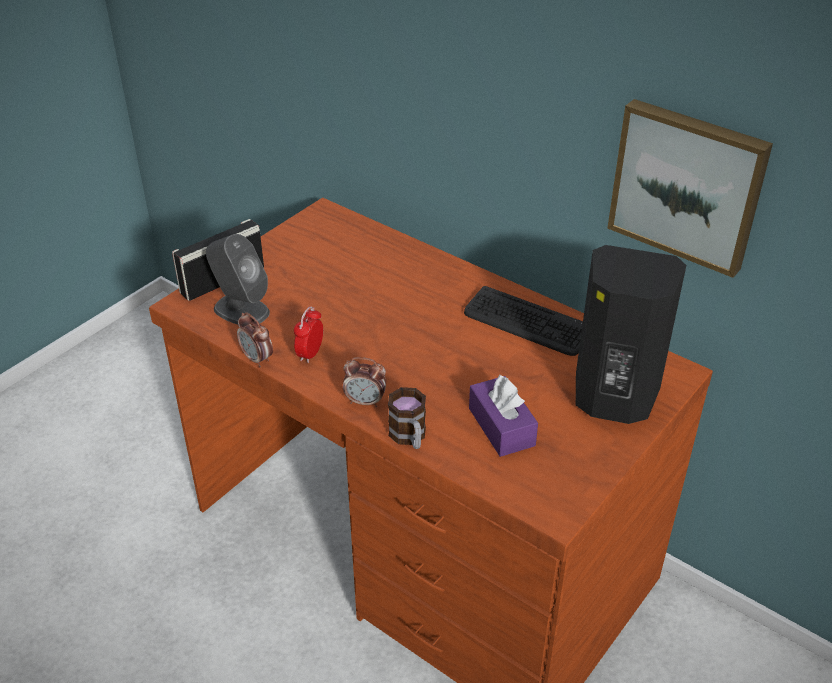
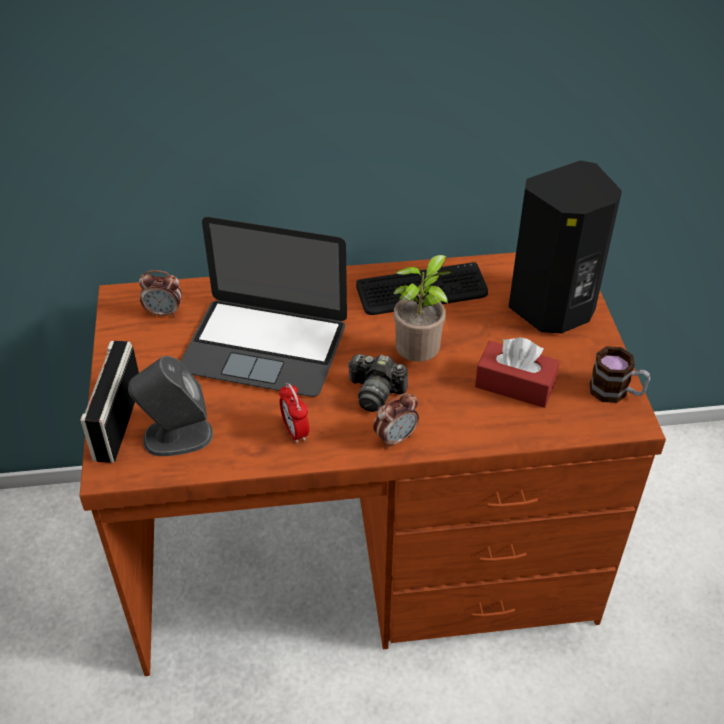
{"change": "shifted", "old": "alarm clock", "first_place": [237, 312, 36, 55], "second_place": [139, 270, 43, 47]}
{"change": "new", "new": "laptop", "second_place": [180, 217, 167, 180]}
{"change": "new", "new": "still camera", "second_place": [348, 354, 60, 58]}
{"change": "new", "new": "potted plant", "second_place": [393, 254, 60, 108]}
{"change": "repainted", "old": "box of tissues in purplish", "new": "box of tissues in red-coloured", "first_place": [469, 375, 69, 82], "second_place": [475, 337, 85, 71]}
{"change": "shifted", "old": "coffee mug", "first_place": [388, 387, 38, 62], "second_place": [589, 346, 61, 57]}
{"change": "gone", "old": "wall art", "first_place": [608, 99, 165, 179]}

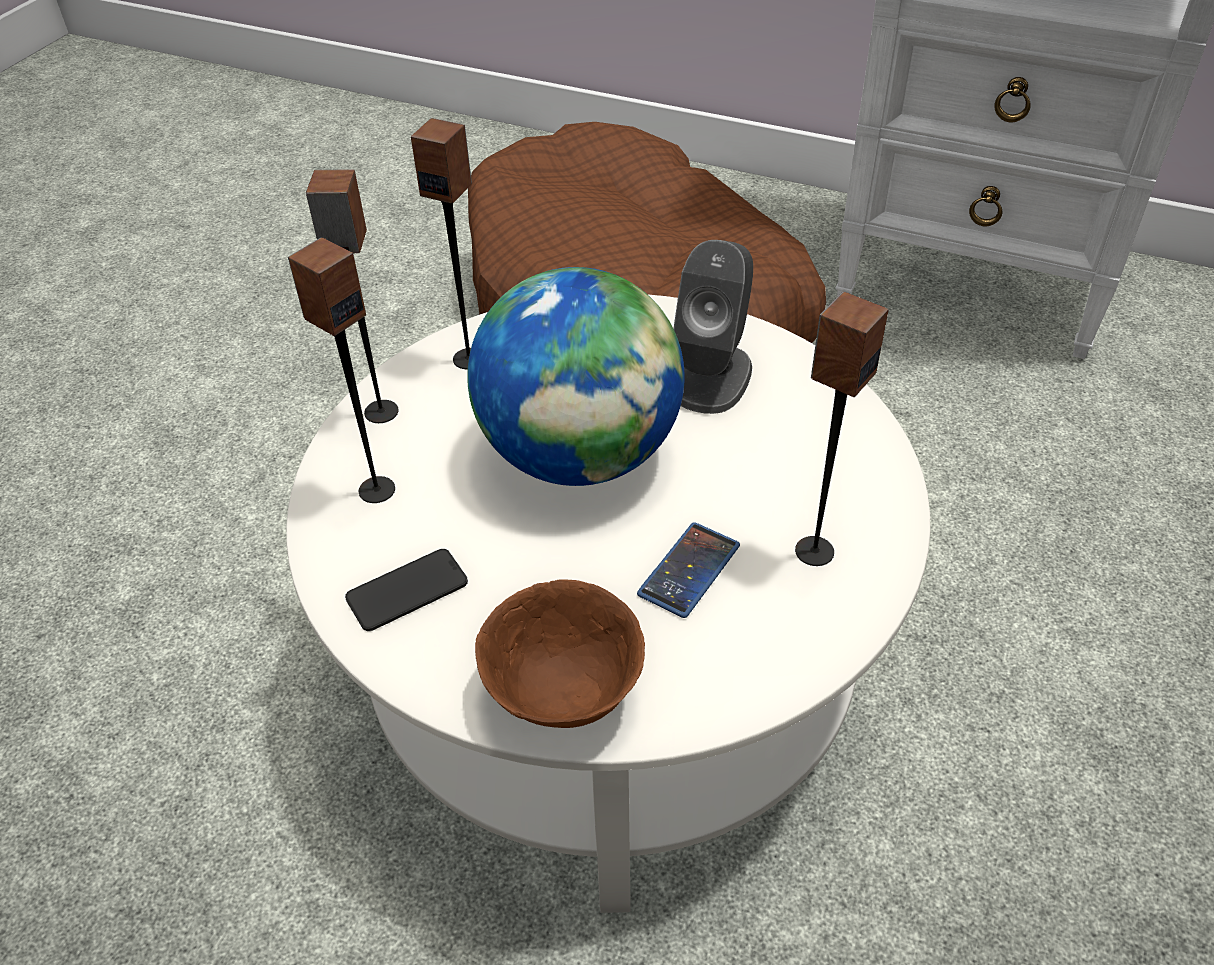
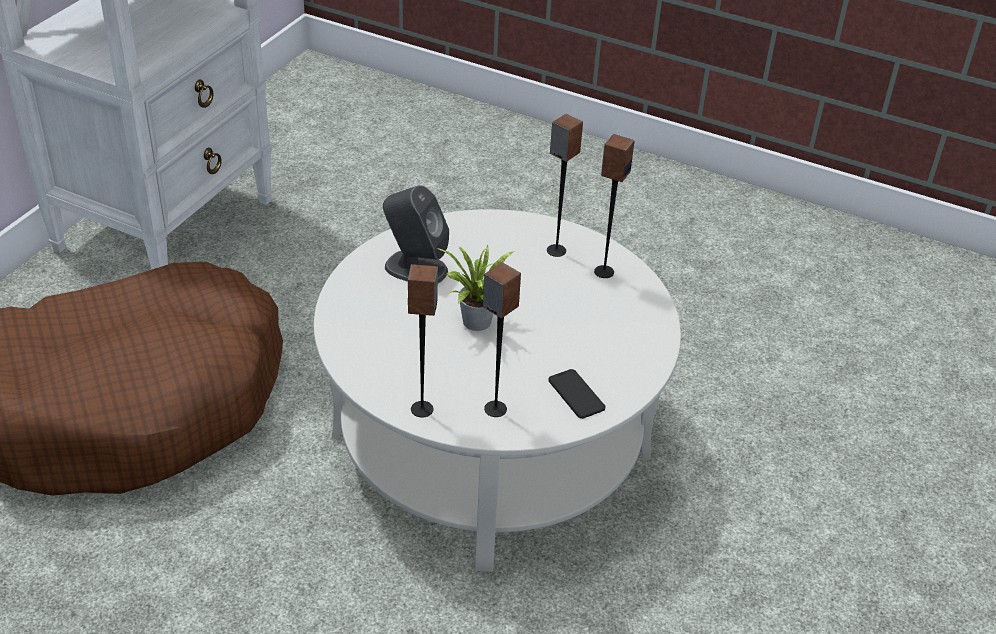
{"change": "swapped", "old": "globe", "new": "potted plant", "first_place": [467, 267, 218, 219], "second_place": [436, 244, 77, 87]}
{"change": "shifted", "old": "loudspeaker", "first_place": [411, 118, 61, 251], "second_place": [594, 134, 41, 144]}
{"change": "gone", "old": "deep dish in brown", "first_place": [475, 580, 170, 148]}
{"change": "gone", "old": "telephone", "first_place": [637, 522, 103, 96]}

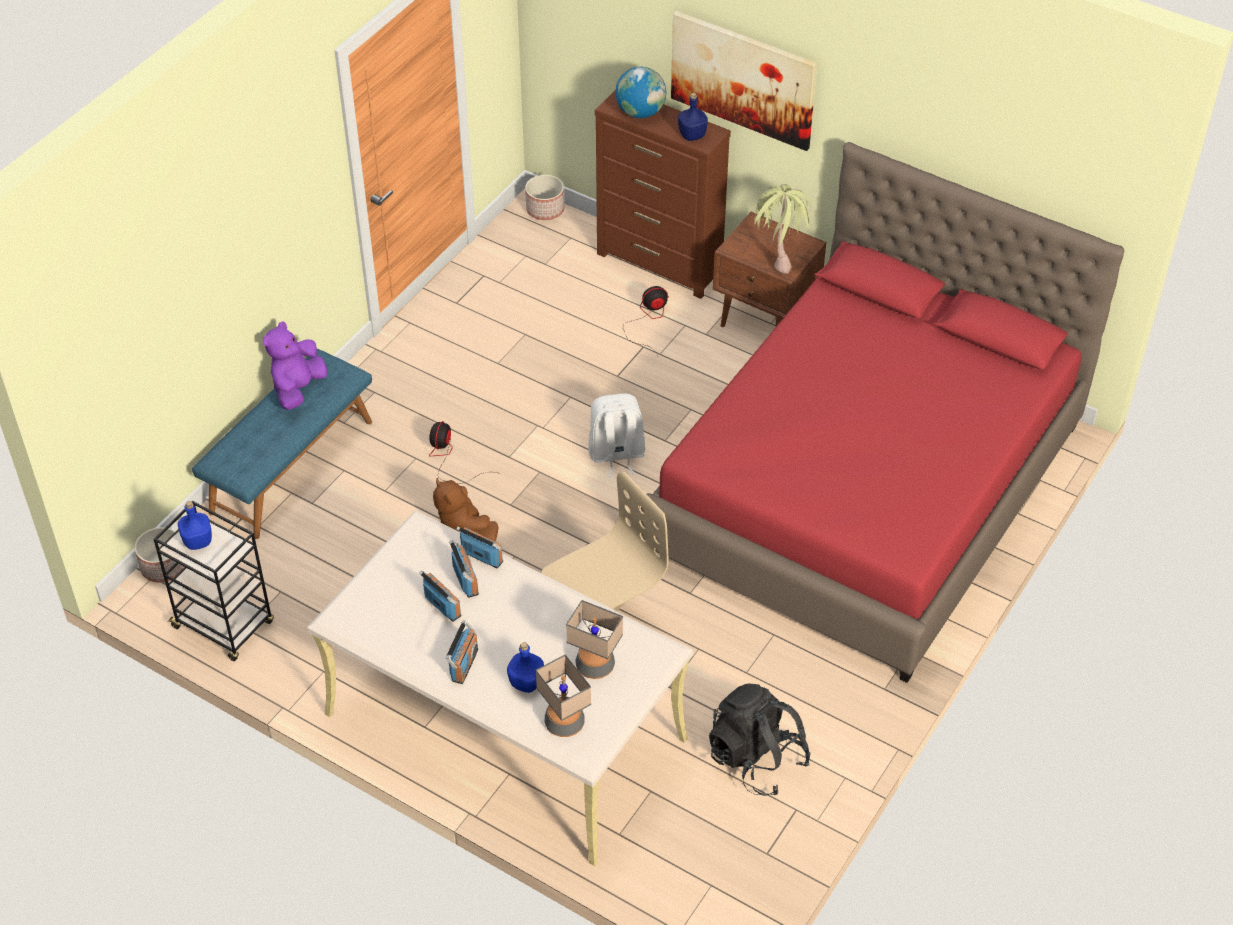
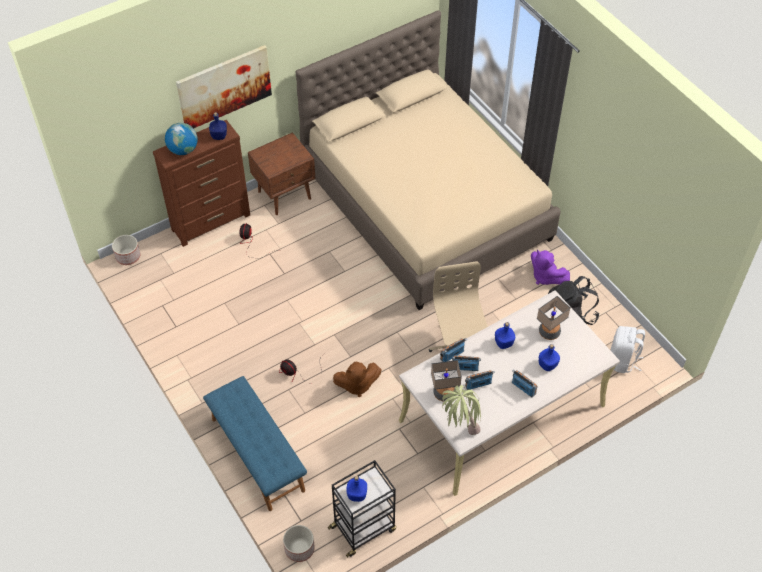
{"change": "repainted", "old": "bedroom bed in red-coloured", "new": "bedroom bed in beige-coloured", "first_place": [641, 142, 483, 541], "second_place": [296, 10, 265, 300]}
{"change": "shifted", "old": "table lamp", "first_place": [536, 655, 55, 82], "second_place": [431, 360, 31, 41]}
{"change": "shifted", "old": "potted plant", "first_place": [751, 184, 60, 90], "second_place": [442, 385, 39, 50]}
{"change": "new", "new": "beverage bottle in blue-coloured", "second_place": [495, 322, 20, 27]}
{"change": "shifted", "old": "cuddly toy in purplish", "first_place": [263, 321, 64, 89], "second_place": [531, 250, 39, 35]}
{"change": "shifted", "old": "rucksack in white", "first_place": [588, 393, 57, 85], "second_place": [611, 326, 34, 47]}

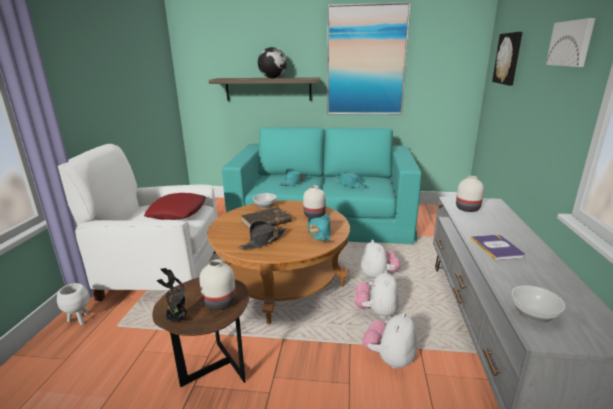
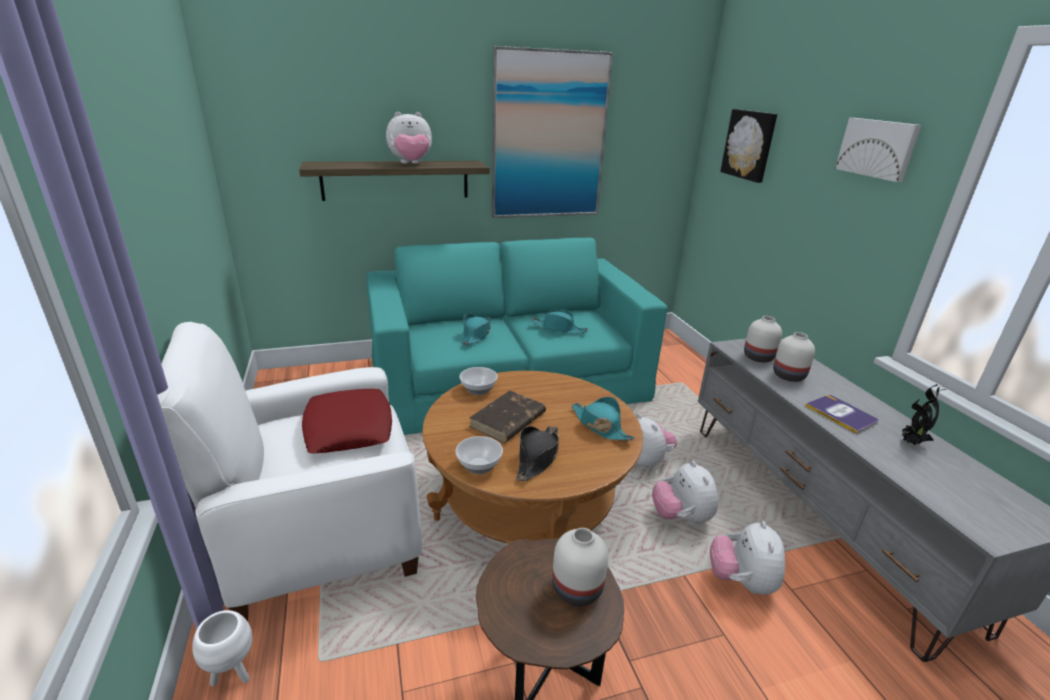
{"change": "swapped", "old": "globe", "new": "cuddly toy", "first_place": [258, 47, 29, 31], "second_place": [386, 112, 46, 52]}
{"change": "shifted", "old": "deep dish", "first_place": [512, 285, 53, 38], "second_place": [455, 436, 48, 38]}
{"change": "shifted", "old": "vase in white", "first_place": [303, 185, 23, 34], "second_place": [773, 332, 42, 50]}
{"change": "shifted", "old": "potted plant", "first_place": [157, 268, 30, 55], "second_place": [900, 384, 46, 61]}

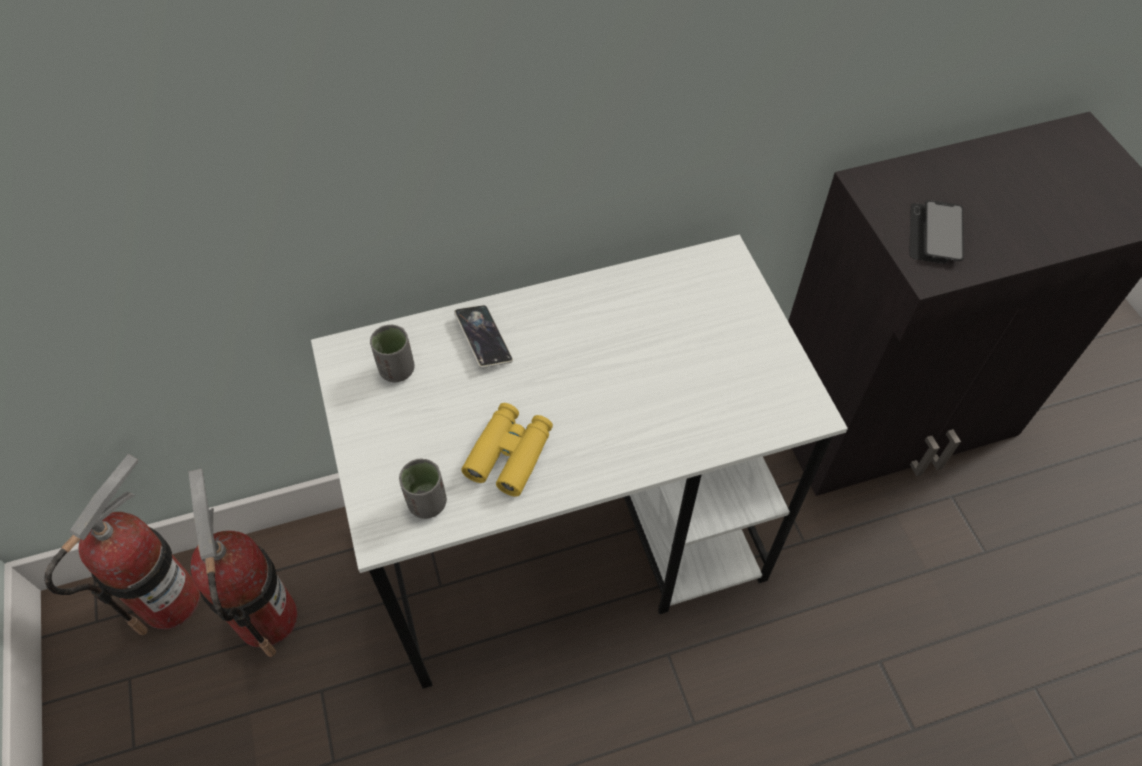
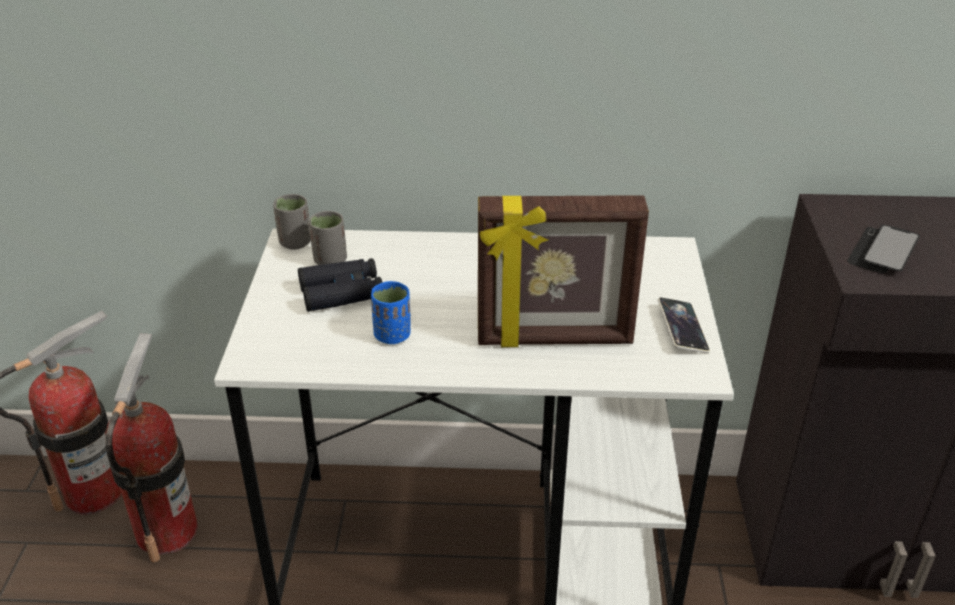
{"change": "shifted", "old": "small cup in grey", "first_place": [399, 459, 48, 60], "second_place": [273, 194, 38, 56]}
{"change": "new", "new": "binoculars in black", "second_place": [298, 258, 85, 54]}
{"change": "swapped", "old": "binoculars in yellow", "new": "small cup in blue-coloured", "first_place": [461, 403, 92, 94], "second_place": [371, 281, 40, 63]}
{"change": "new", "new": "picture frame", "second_place": [478, 195, 171, 152]}
{"change": "shifted", "old": "telephone", "first_place": [454, 305, 59, 63], "second_place": [658, 297, 52, 56]}

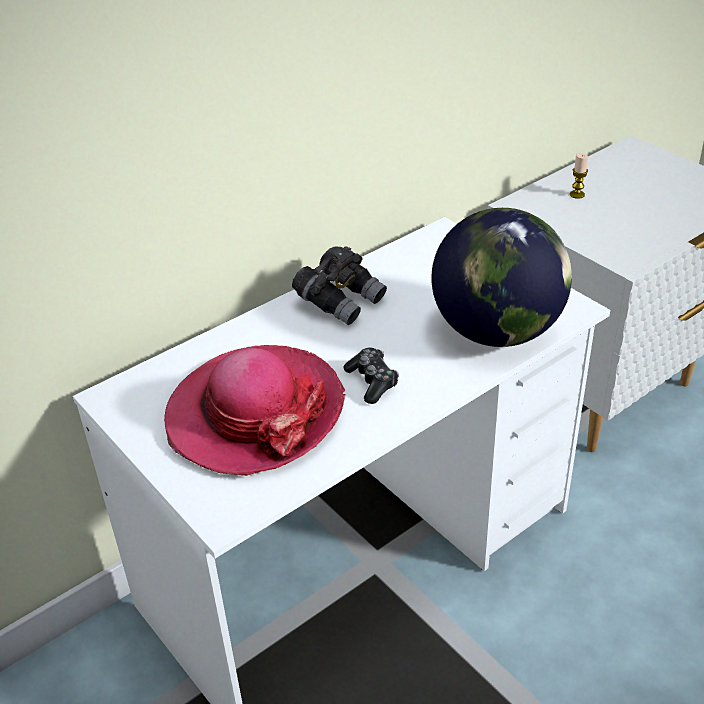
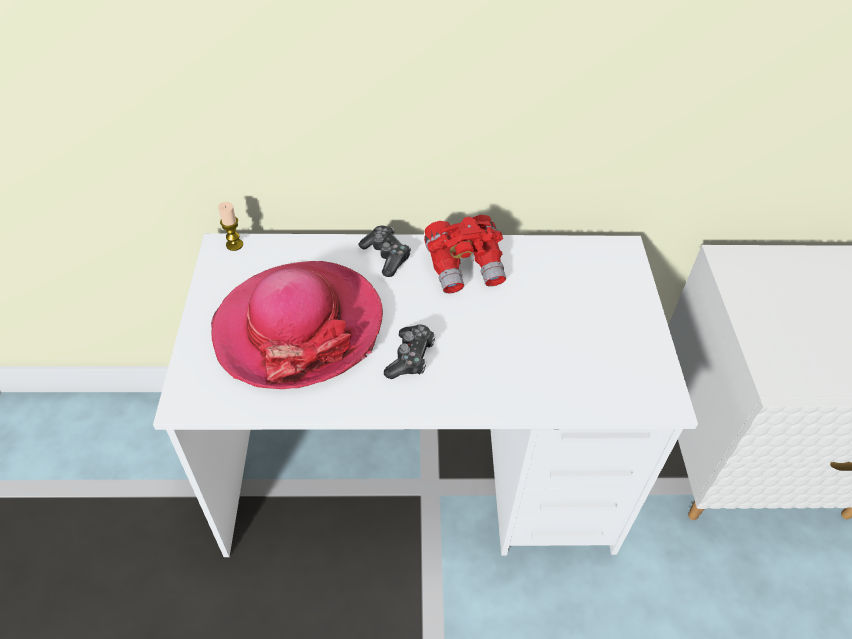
{"change": "shifted", "old": "wax candle", "first_place": [570, 153, 18, 46], "second_place": [218, 202, 25, 49]}
{"change": "new", "new": "gamepad", "second_place": [359, 225, 52, 52]}
{"change": "repainted", "old": "binoculars in grey", "new": "binoculars in red-coloured", "first_place": [292, 246, 95, 79], "second_place": [424, 215, 82, 78]}
{"change": "gone", "old": "globe", "first_place": [431, 208, 141, 139]}

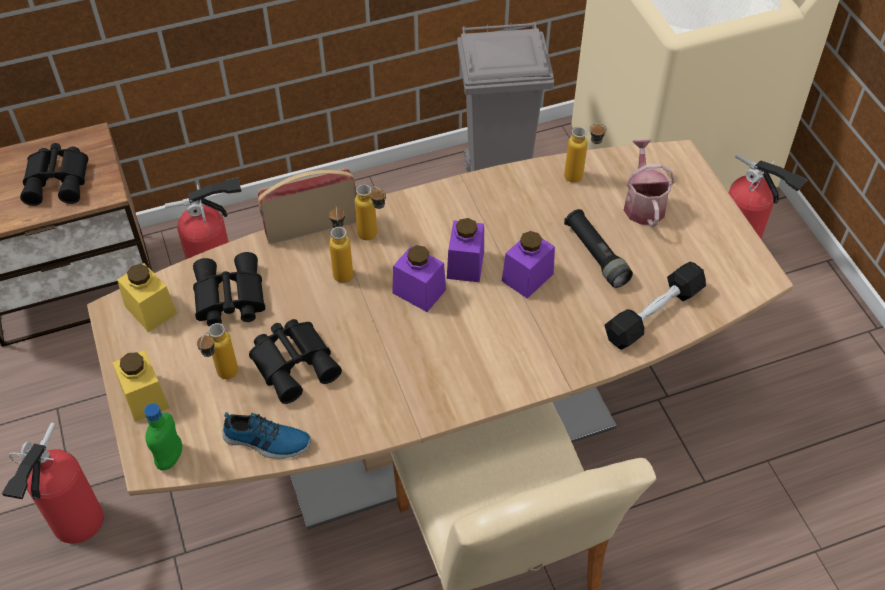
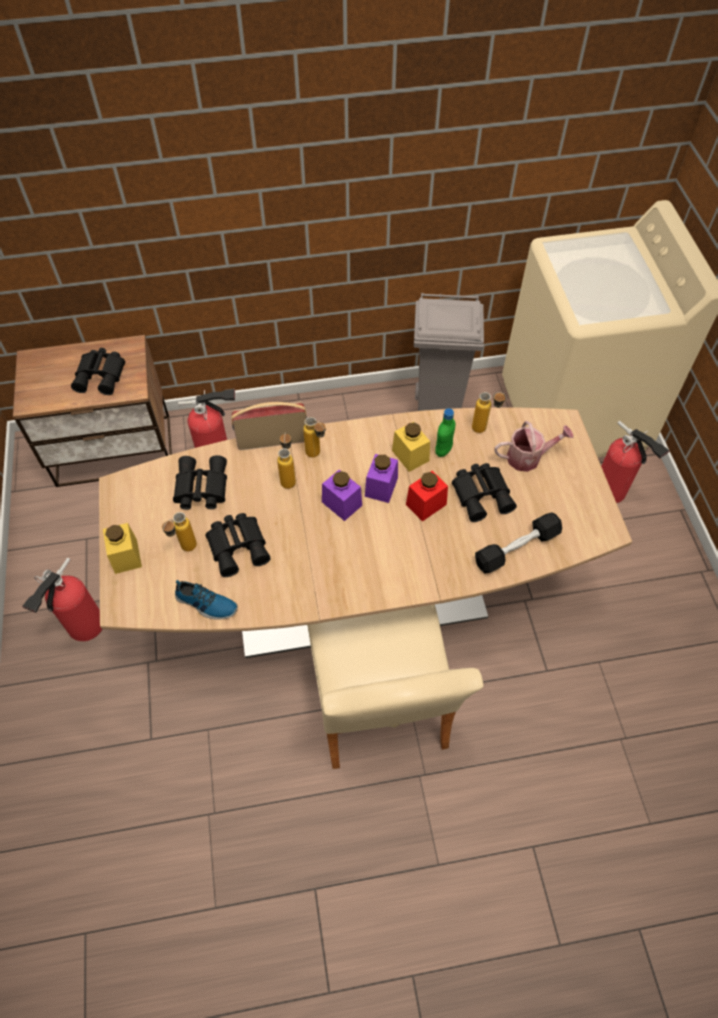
{"change": "shifted", "old": "storage jar in yellow", "first_place": [117, 263, 60, 69], "second_place": [392, 422, 38, 50]}
{"change": "repainted", "old": "storage jar in purplish", "new": "storage jar in red-coloured", "first_place": [502, 231, 53, 68], "second_place": [406, 471, 42, 50]}
{"change": "shifted", "old": "beverage bottle in green-coloured", "first_place": [144, 403, 38, 68], "second_place": [435, 408, 20, 49]}
{"change": "swapped", "old": "flashlight in black", "new": "binoculars in black", "first_place": [564, 209, 69, 79], "second_place": [452, 463, 65, 59]}
{"change": "rotated", "old": "sprinkling can", "first_place": [624, 140, 51, 87], "second_place": [494, 421, 80, 51], "degrees": 75}

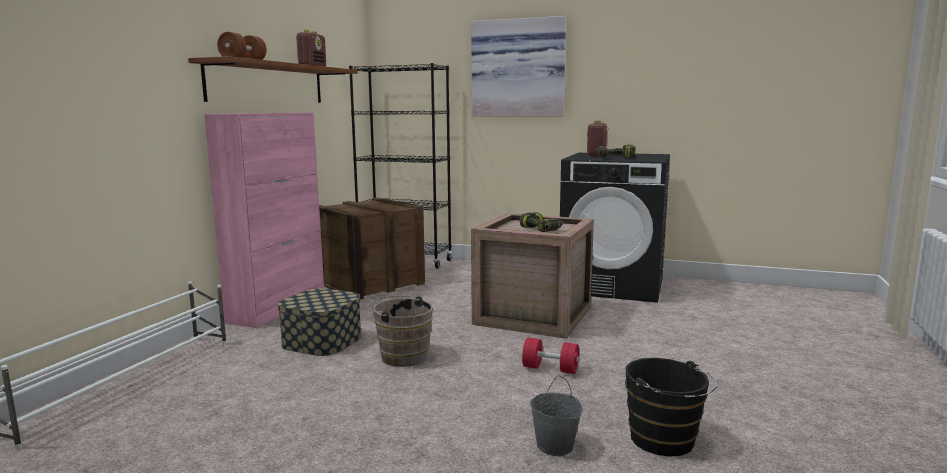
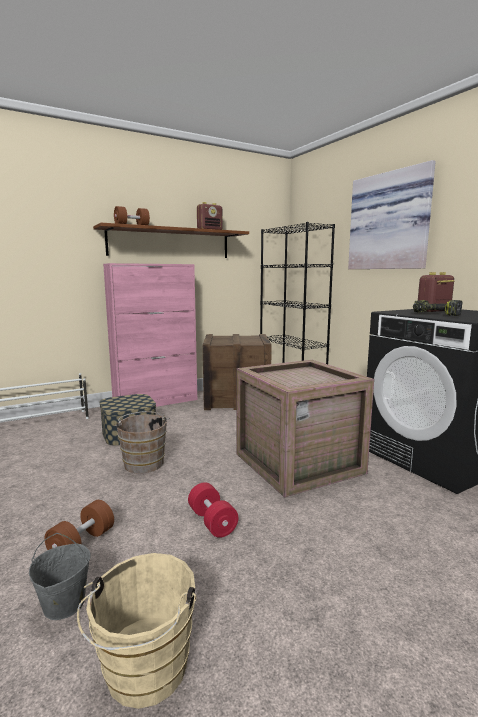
{"change": "new", "new": "dumbbell in brown", "second_place": [45, 500, 69, 50]}
{"change": "repainted", "old": "bucket in black", "new": "bucket in beige-coloured", "first_place": [625, 358, 93, 99], "second_place": [77, 553, 120, 156]}
{"change": "gone", "old": "electric drill", "first_place": [520, 212, 43, 20]}

